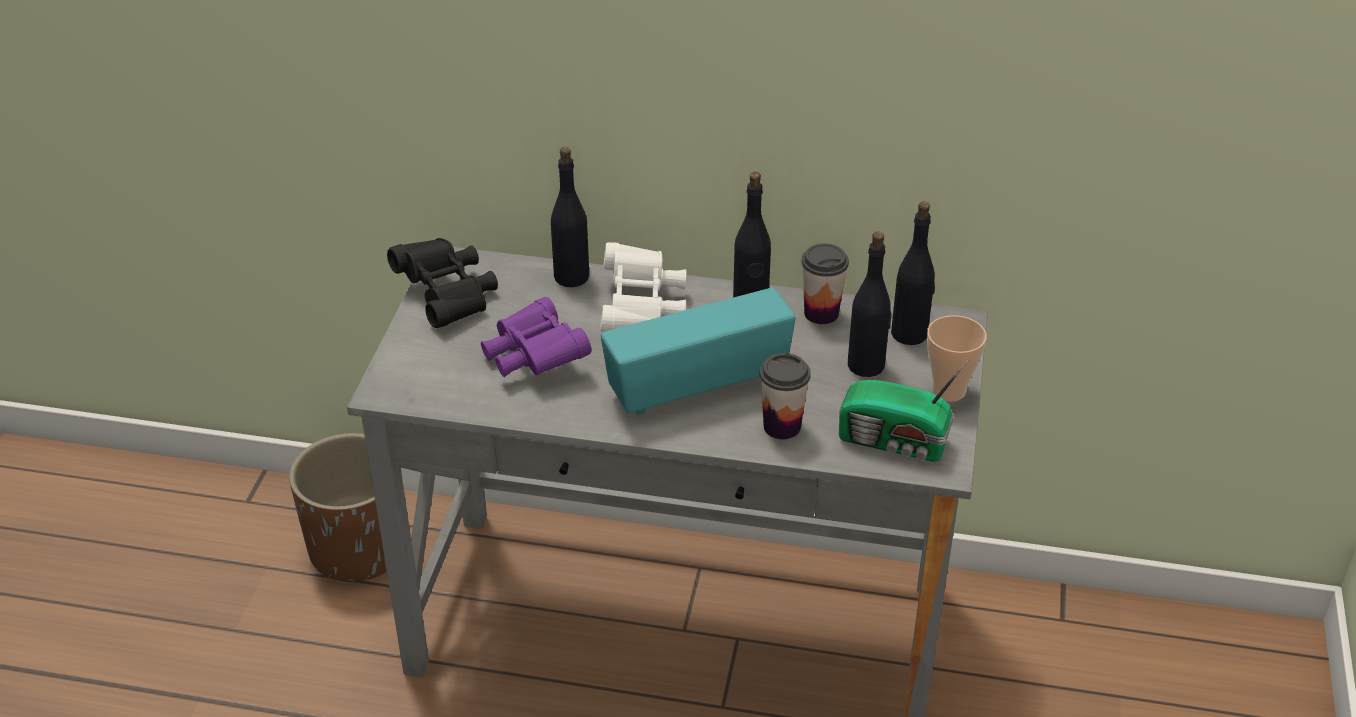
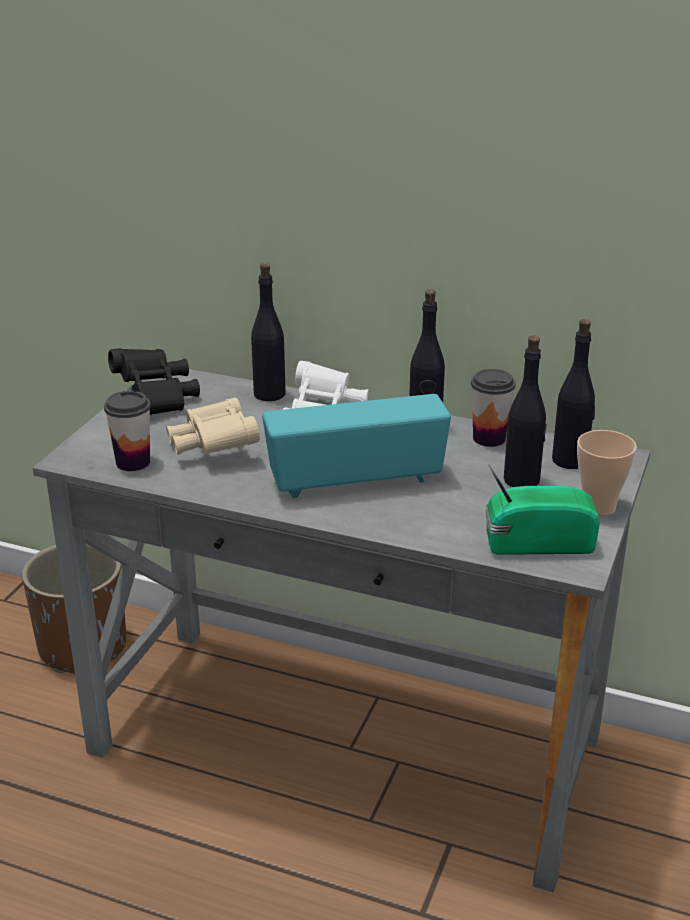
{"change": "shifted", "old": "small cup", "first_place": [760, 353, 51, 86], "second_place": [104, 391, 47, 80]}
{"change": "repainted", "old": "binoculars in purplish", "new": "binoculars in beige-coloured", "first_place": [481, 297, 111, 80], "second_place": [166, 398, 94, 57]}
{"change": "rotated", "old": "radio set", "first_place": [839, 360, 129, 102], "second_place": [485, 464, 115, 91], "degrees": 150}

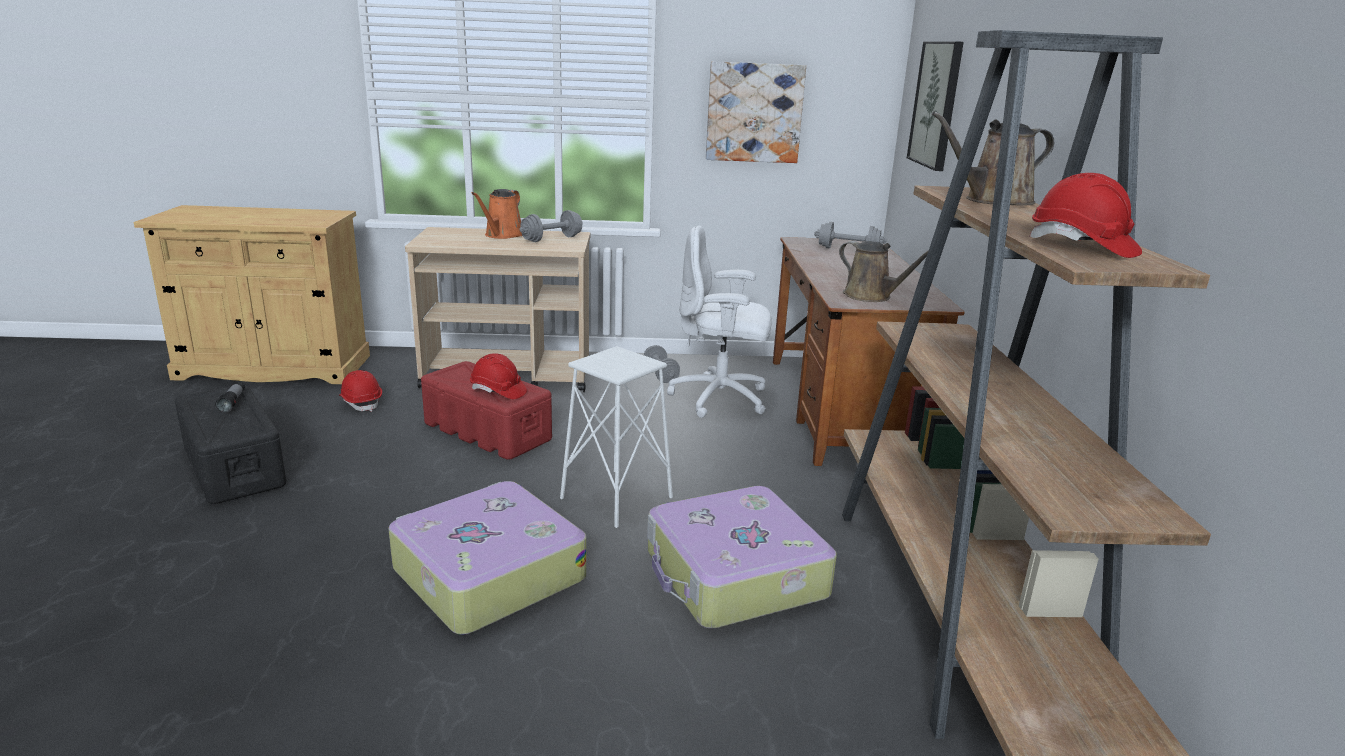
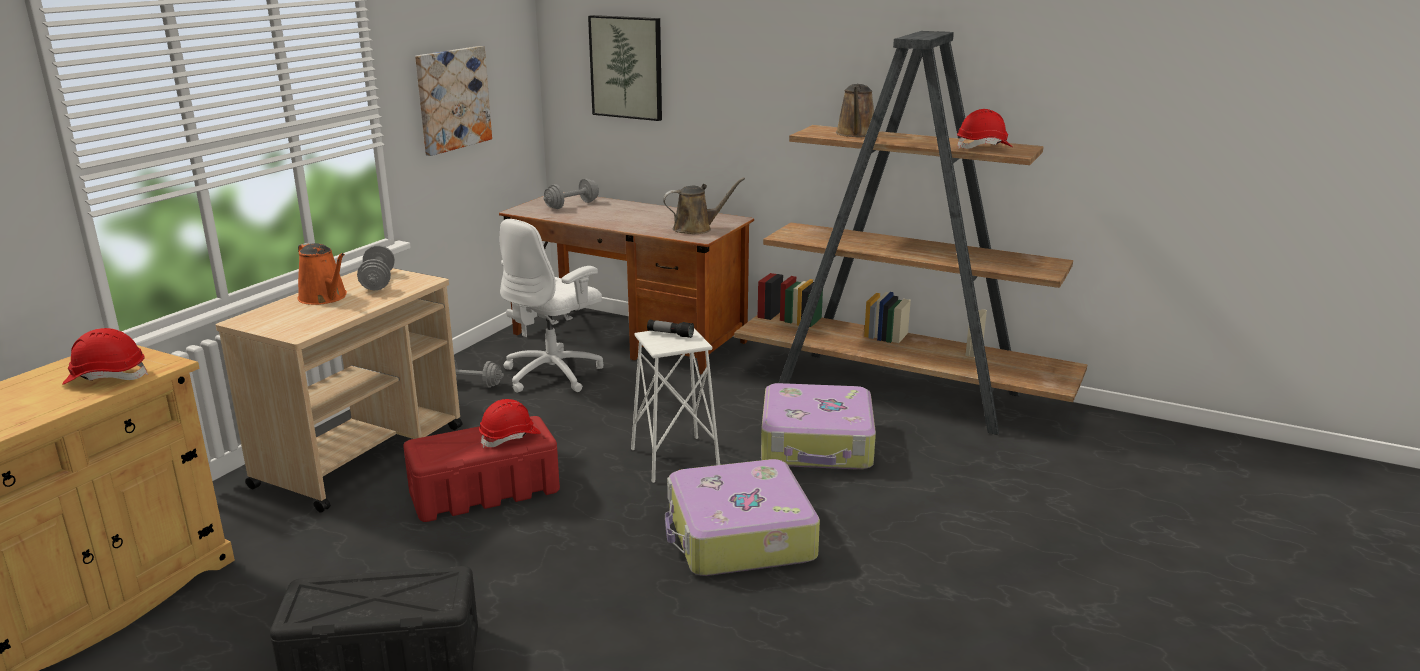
{"change": "shifted", "old": "work helmet in red-coloured", "first_place": [339, 370, 43, 42], "second_place": [62, 328, 86, 57]}
{"change": "shifted", "old": "flashlight", "first_place": [215, 381, 30, 32], "second_place": [647, 320, 47, 18]}

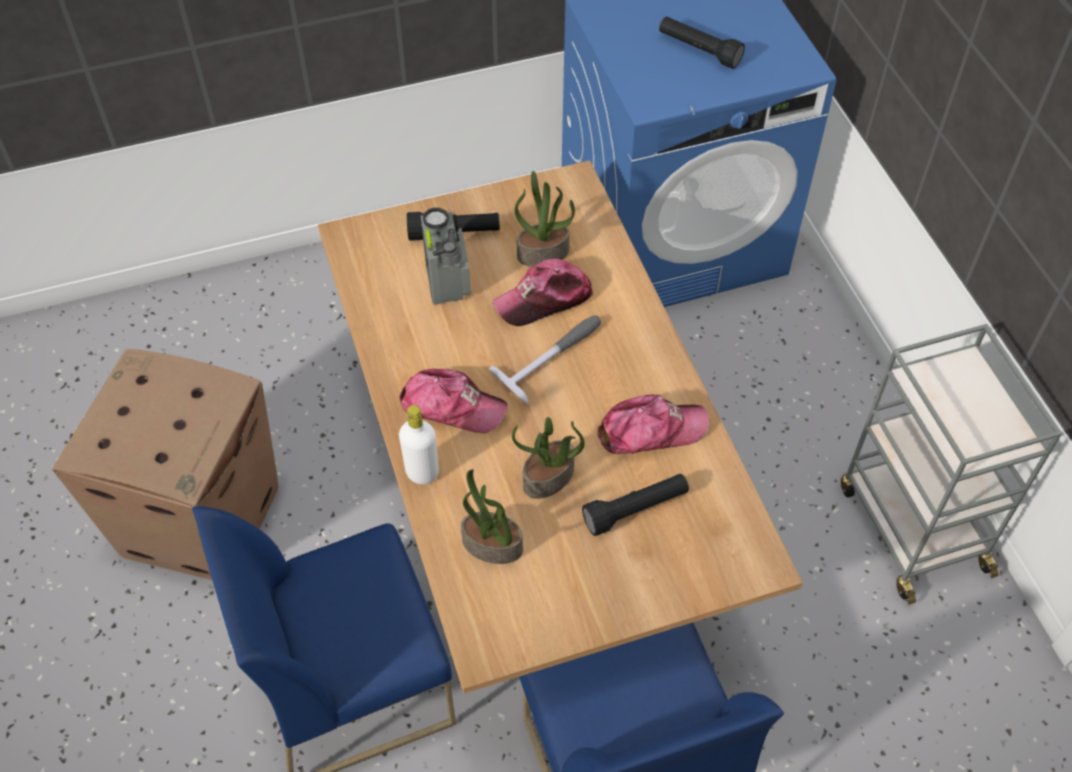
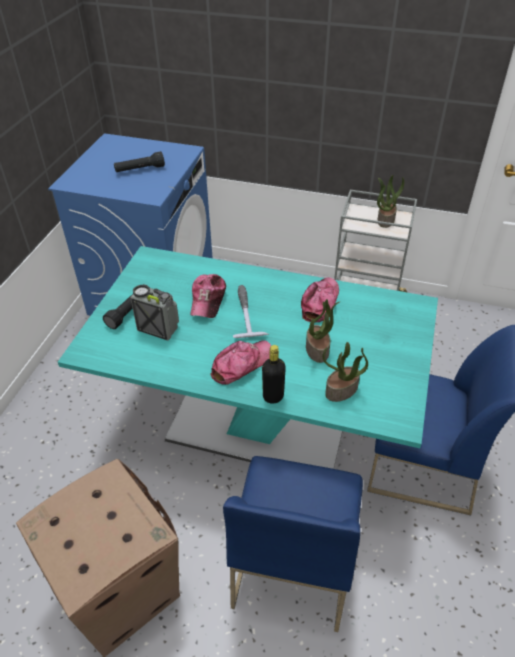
{"change": "repainted", "old": "kitchen table in brown", "new": "kitchen table in turquoise-coloured", "first_place": [318, 160, 485, 534], "second_place": [58, 246, 380, 223]}
{"change": "repainted", "old": "beverage bottle in white", "new": "beverage bottle in black", "first_place": [399, 405, 40, 79], "second_place": [262, 345, 24, 59]}
{"change": "shifted", "old": "potted plant", "first_place": [515, 171, 60, 96], "second_place": [377, 175, 27, 53]}
{"change": "gone", "old": "flashlight in black", "first_place": [582, 474, 107, 62]}

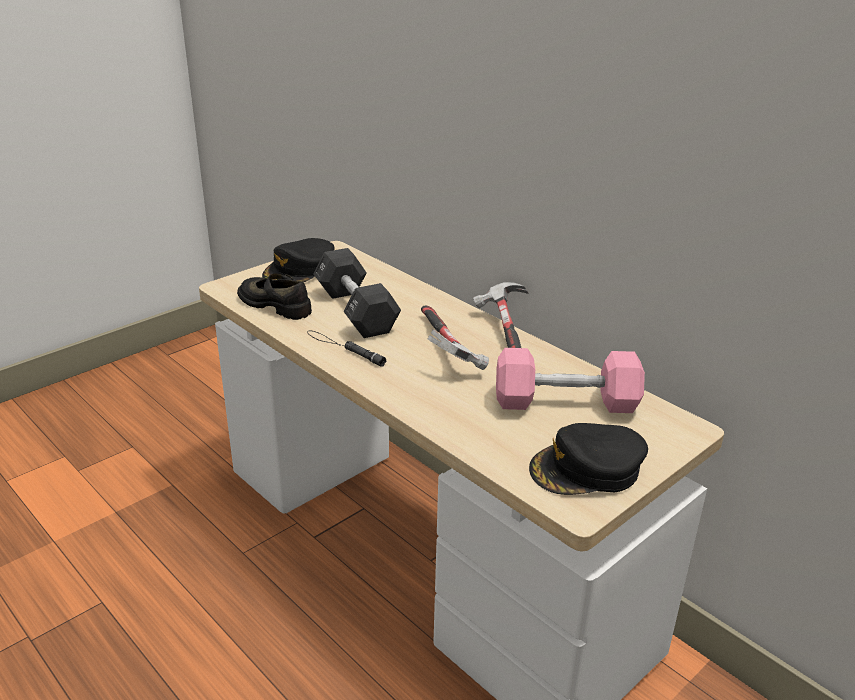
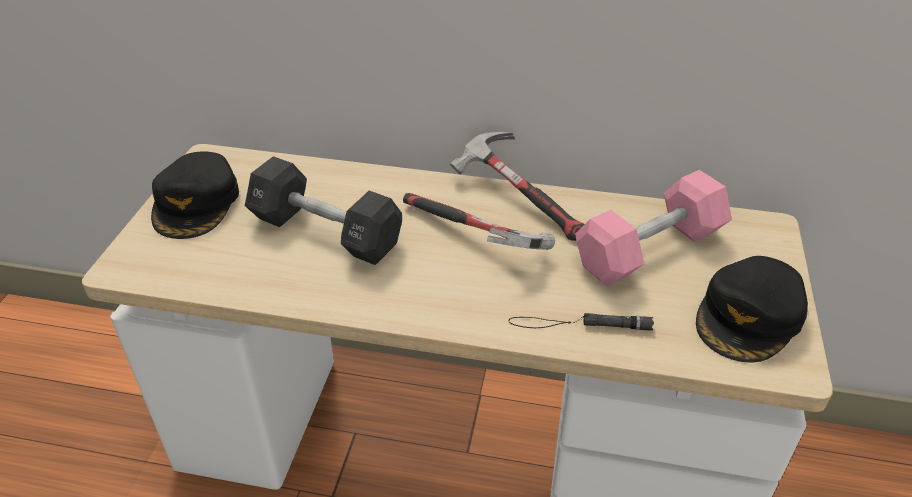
{"change": "shifted", "old": "flashlight in black", "first_place": [307, 330, 79, 37], "second_place": [509, 313, 145, 18]}
{"change": "gone", "old": "low shoe in black", "first_place": [237, 273, 75, 47]}

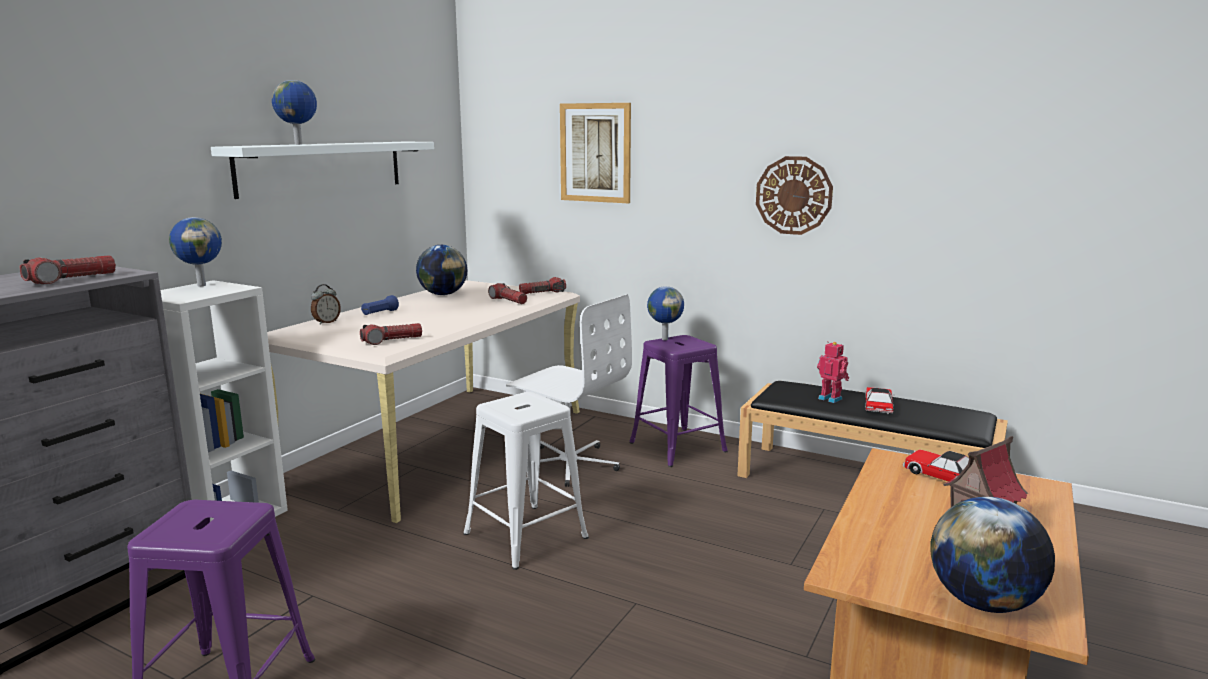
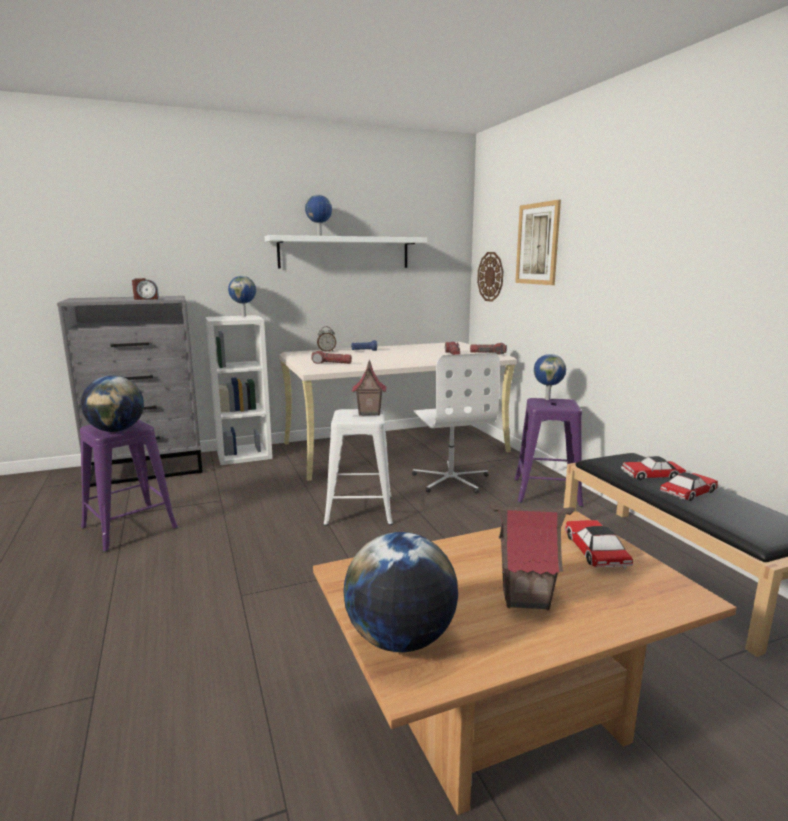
{"change": "shifted", "old": "globe", "first_place": [416, 245, 51, 50], "second_place": [81, 375, 63, 57]}
{"change": "swapped", "old": "flashlight", "new": "alarm clock", "first_place": [19, 256, 97, 28], "second_place": [132, 278, 27, 22]}
{"change": "new", "new": "toy house", "second_place": [352, 360, 35, 56]}
{"change": "shifted", "old": "wall clock", "first_place": [756, 156, 77, 79], "second_place": [477, 252, 26, 50]}
{"change": "swapped", "old": "toy robot", "new": "toy car", "first_place": [817, 342, 32, 61], "second_place": [621, 456, 65, 24]}

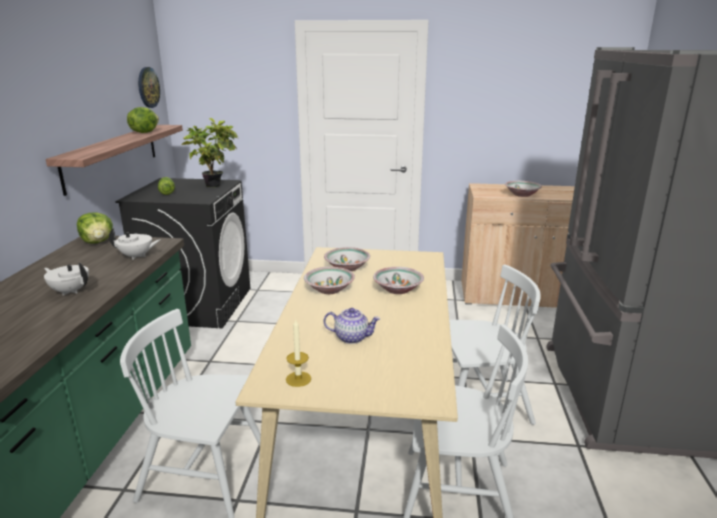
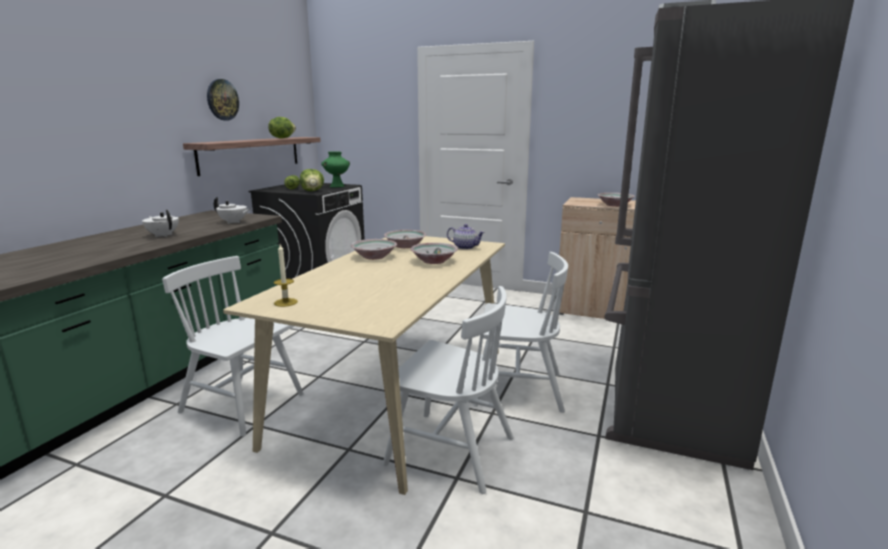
{"change": "shifted", "old": "wall clock", "first_place": [138, 67, 22, 41], "second_place": [207, 79, 32, 41]}
{"change": "shifted", "old": "lettuce head", "first_place": [77, 212, 36, 32], "second_place": [300, 169, 24, 22]}
{"change": "swapped", "old": "potted plant", "new": "vase in green-coloured", "first_place": [182, 118, 56, 70], "second_place": [321, 152, 29, 35]}
{"change": "shifted", "old": "tea pot", "first_place": [323, 308, 58, 36], "second_place": [447, 224, 38, 25]}

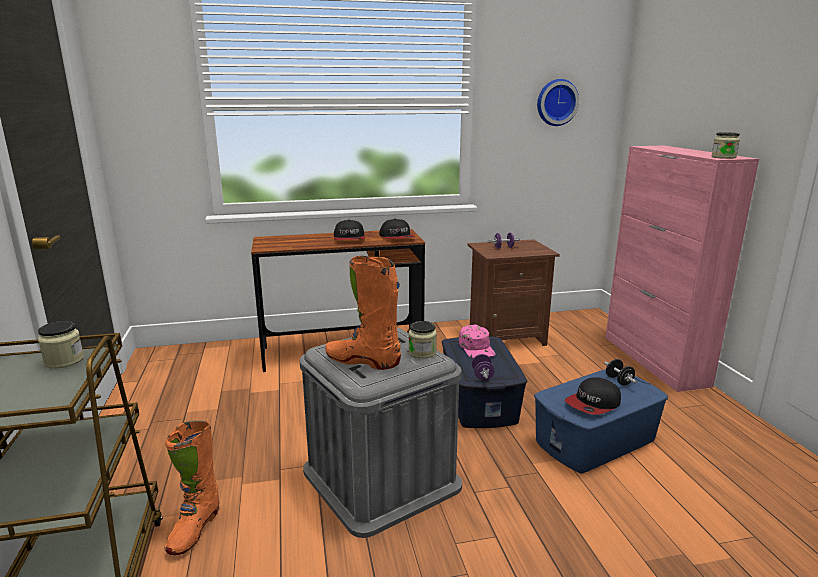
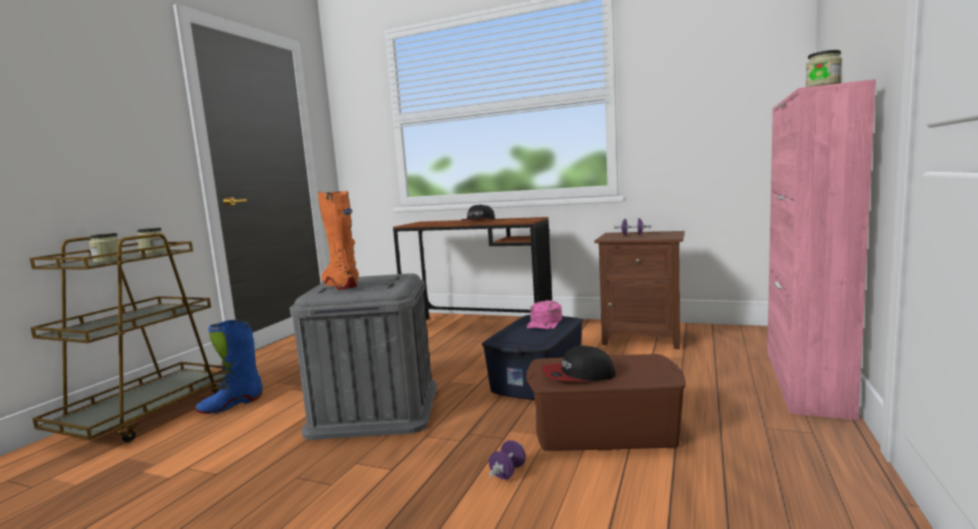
{"change": "shifted", "old": "storage jar", "first_place": [409, 321, 28, 38], "second_place": [89, 233, 34, 30]}
{"change": "repainted", "old": "boot in orange", "new": "boot in blue-coloured", "first_place": [164, 421, 55, 134], "second_place": [195, 320, 68, 94]}
{"change": "shifted", "old": "dumbbell in purplish", "first_place": [472, 354, 23, 26], "second_place": [489, 440, 37, 40]}
{"change": "repainted", "old": "storage bin in blue-coloured", "new": "storage bin in brown", "first_place": [534, 369, 134, 104], "second_place": [526, 354, 160, 97]}
{"change": "gone", "old": "cap", "first_place": [379, 218, 37, 21]}
{"change": "gone", "old": "wall clock", "first_place": [537, 79, 42, 47]}
{"change": "gone", "old": "dumbbell in black", "first_place": [604, 359, 33, 26]}

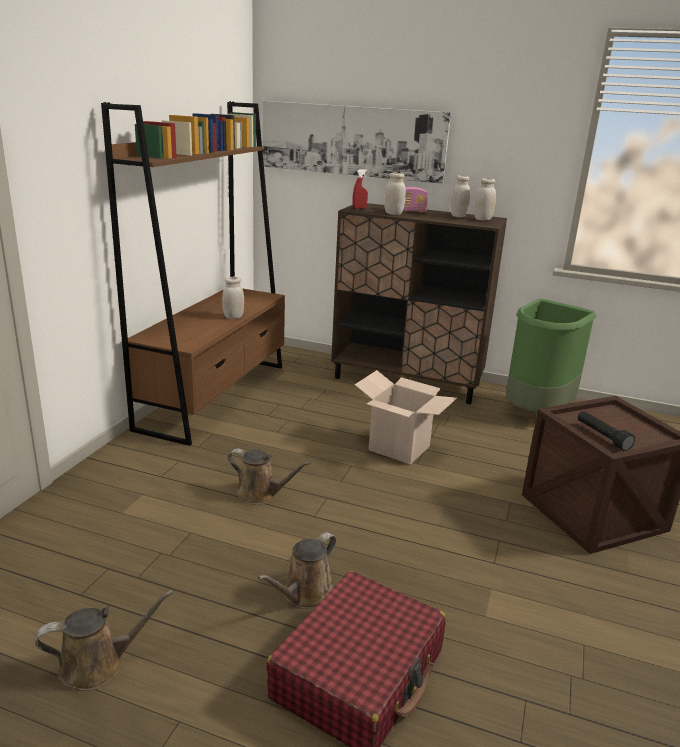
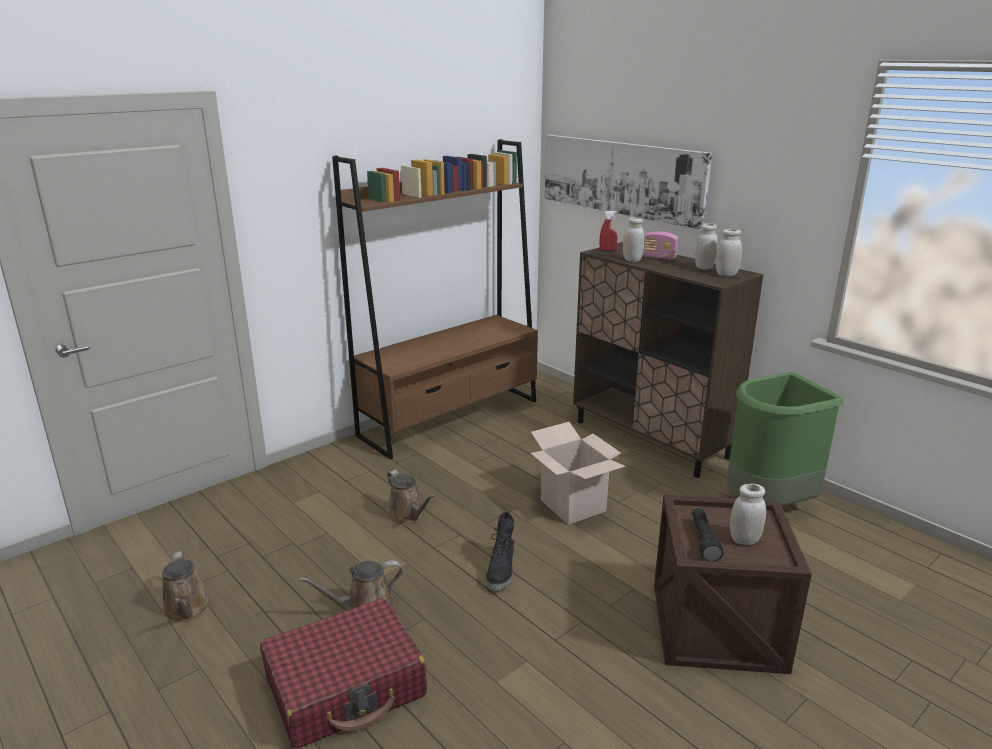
{"change": "rotated", "old": "sprinkling can in brown", "first_place": [35, 590, 138, 101], "second_place": [162, 551, 49, 71], "degrees": 60}
{"change": "new", "new": "boot in black", "second_place": [486, 512, 29, 79]}
{"change": "shifted", "old": "storage jar in white", "first_place": [222, 277, 22, 42], "second_place": [730, 484, 36, 61]}

